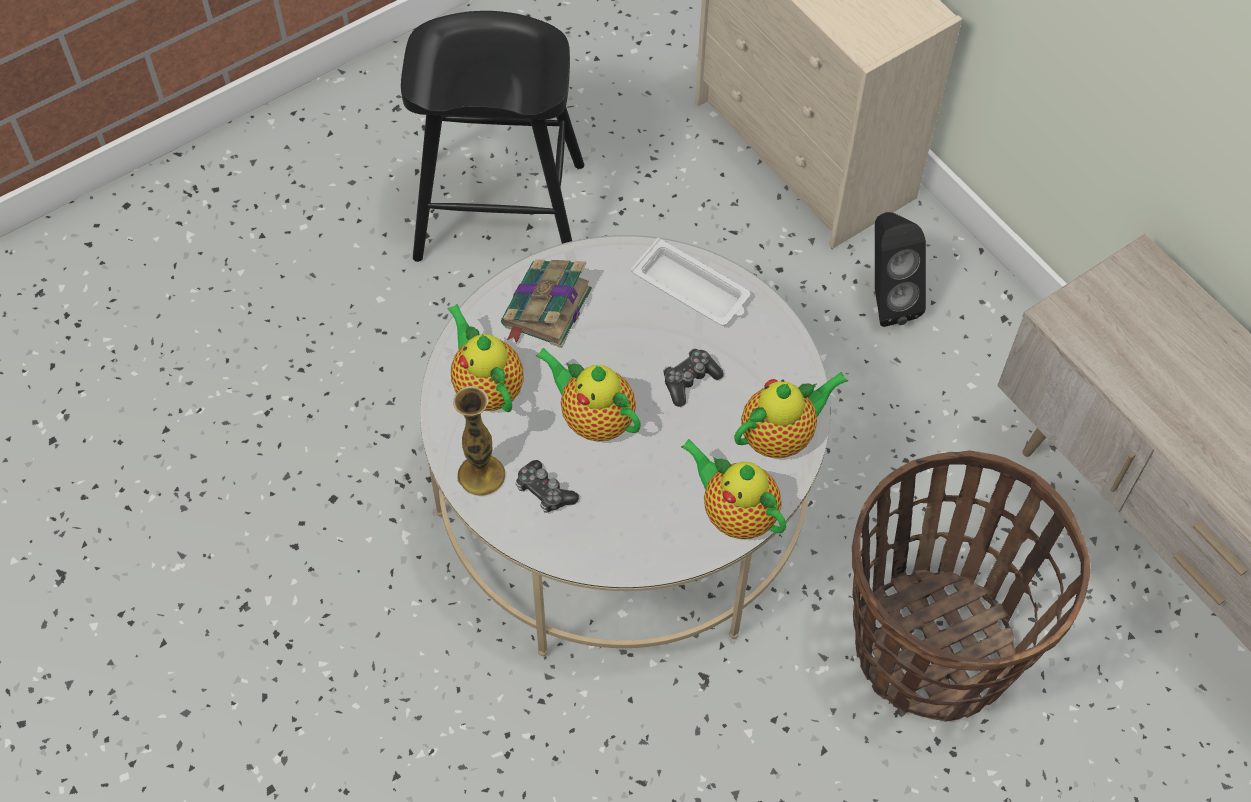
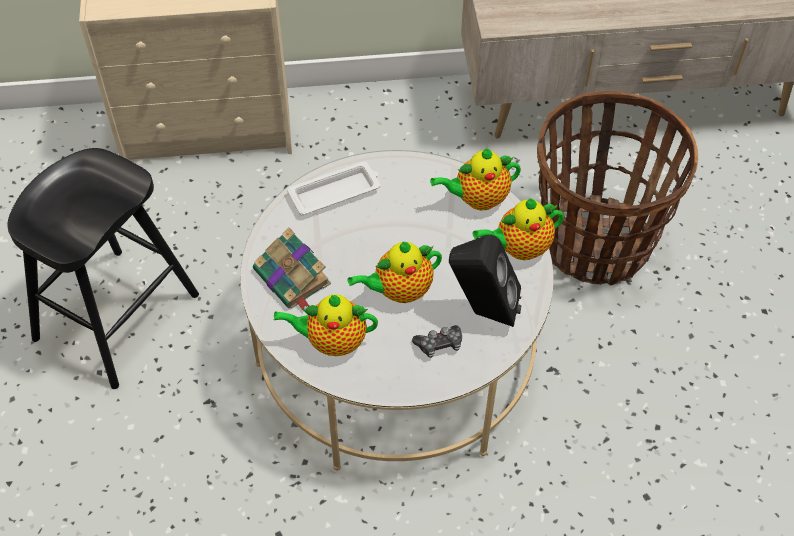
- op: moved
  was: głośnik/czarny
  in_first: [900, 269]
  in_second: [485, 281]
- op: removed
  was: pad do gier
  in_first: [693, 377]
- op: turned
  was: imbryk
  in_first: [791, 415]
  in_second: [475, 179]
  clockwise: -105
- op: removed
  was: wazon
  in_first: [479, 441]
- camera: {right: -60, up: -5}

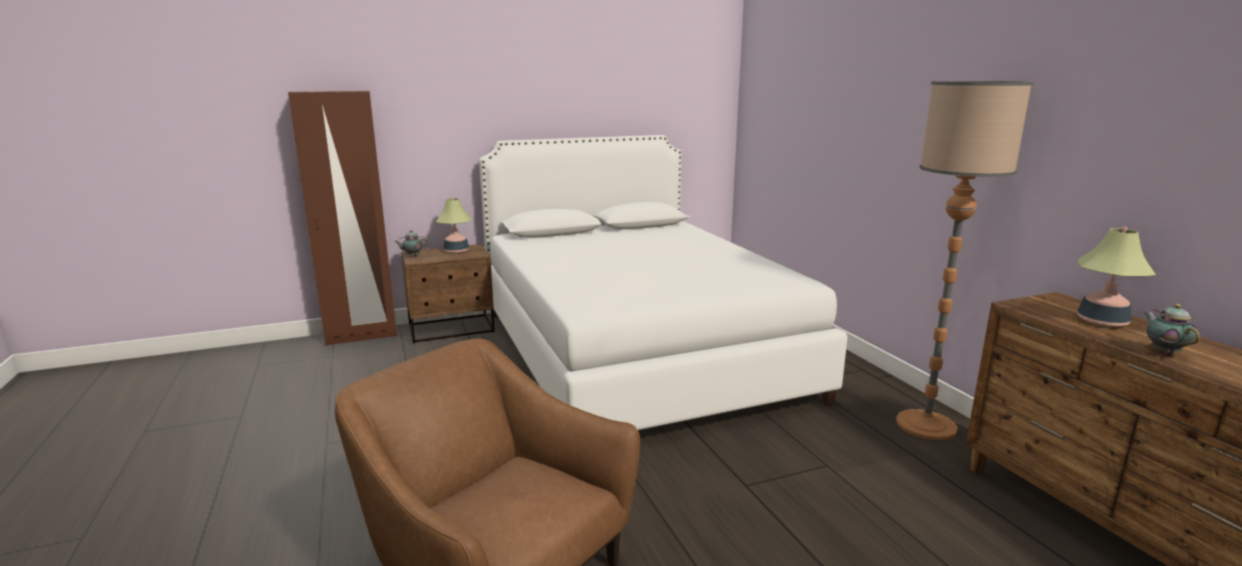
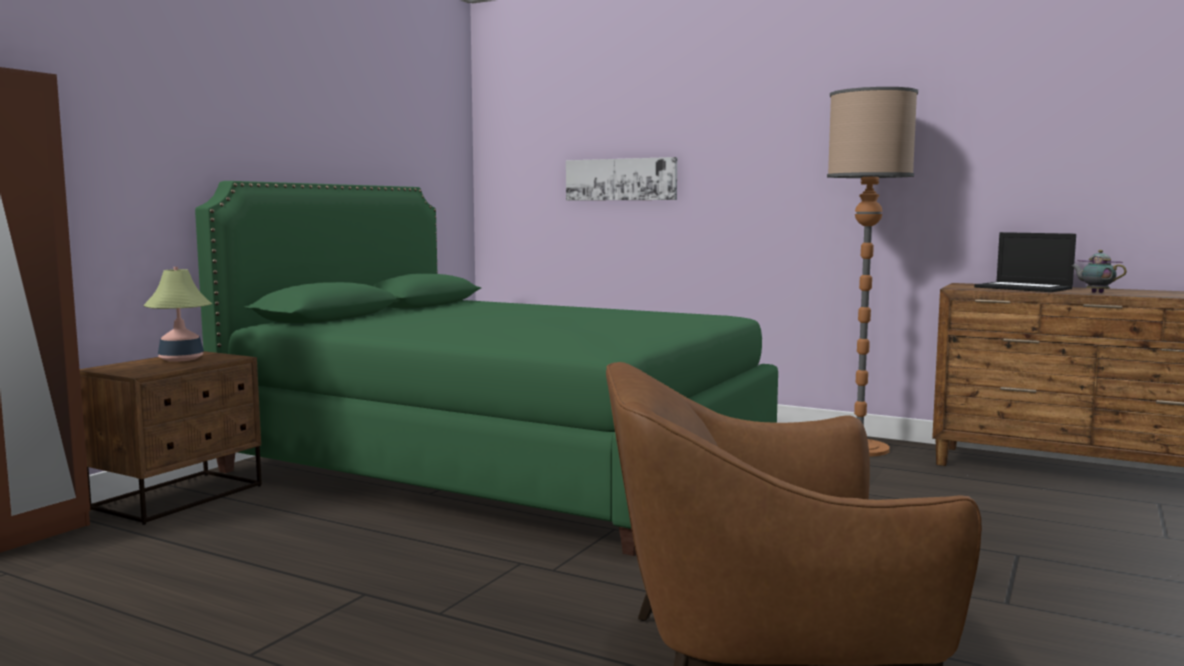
- op: recoloured
  was: łóżko/biały
  now: łóżko/zielony
  in_first: [663, 282]
  in_second: [486, 368]
- op: replaced
  was: lampa stołowa
  now: laptop
  in_first: [1116, 277]
  in_second: [1025, 262]
- op: removed
  was: imbryk
  in_first: [411, 243]
- op: added
  now: obraz
  in_second: [621, 179]
- camera: {right: -40, up: -10}

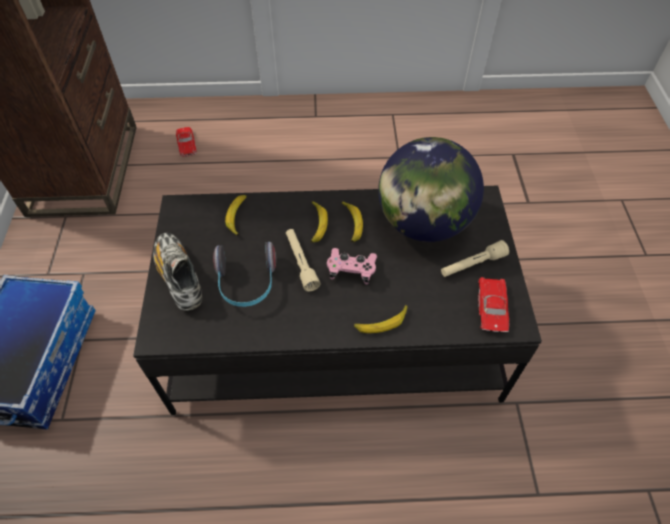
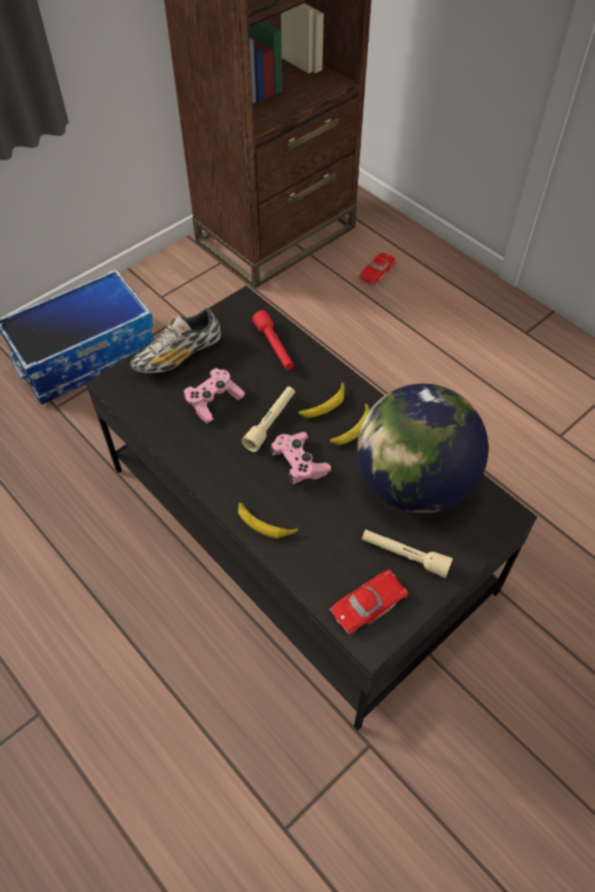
- op: replaced
  was: banan
  now: latarka/czerwony
  in_first: [236, 215]
  in_second: [273, 340]
- op: turned
  was: but
  in_first: [177, 272]
  in_second: [175, 341]
  clockwise: -150
- op: replaced
  was: słuchawki
  now: pad do gier/różowy
  in_first: [244, 274]
  in_second: [214, 396]
- camera: {right: 50, up: 0}

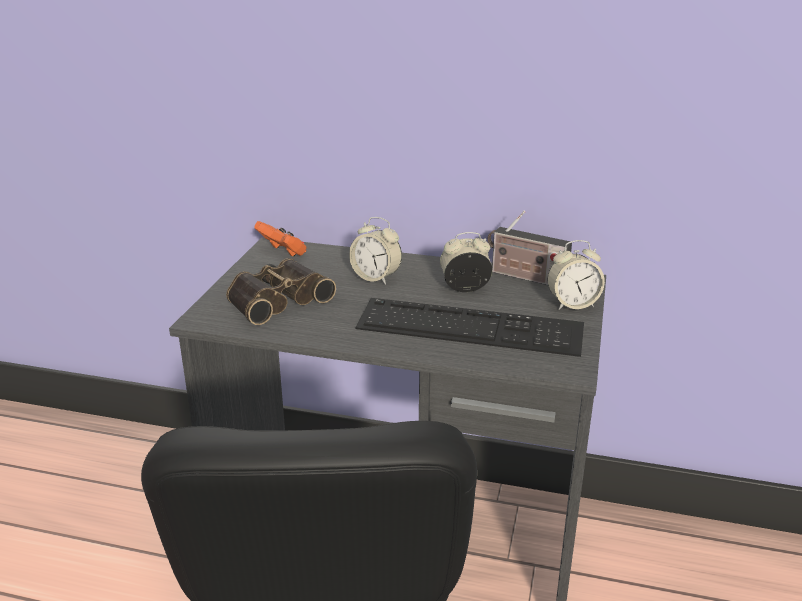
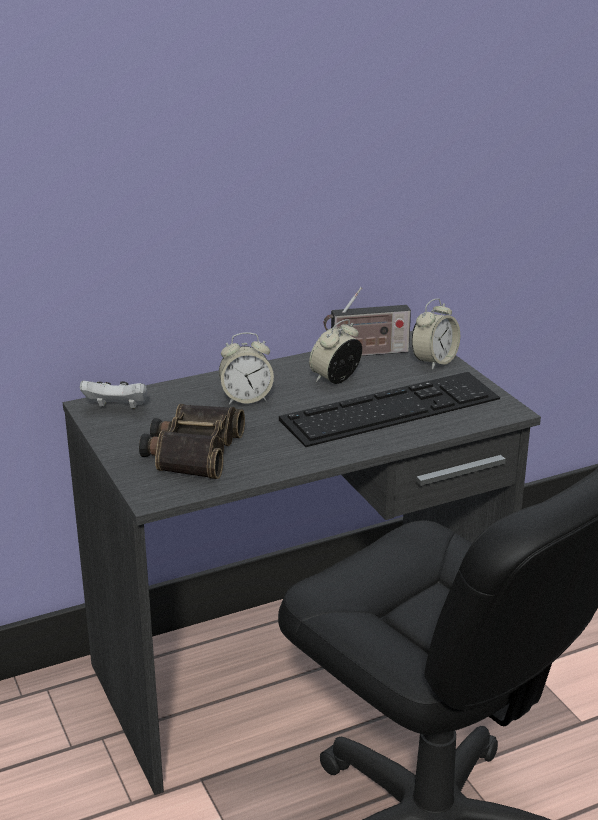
- op: recoloured
  was: pad do gier/pomarańczowy
  now: pad do gier/biały
  in_first: [281, 239]
  in_second: [113, 394]
- camera: {right: -40, up: 0}

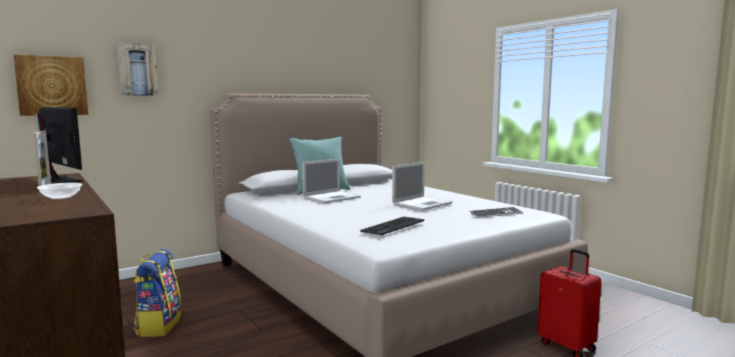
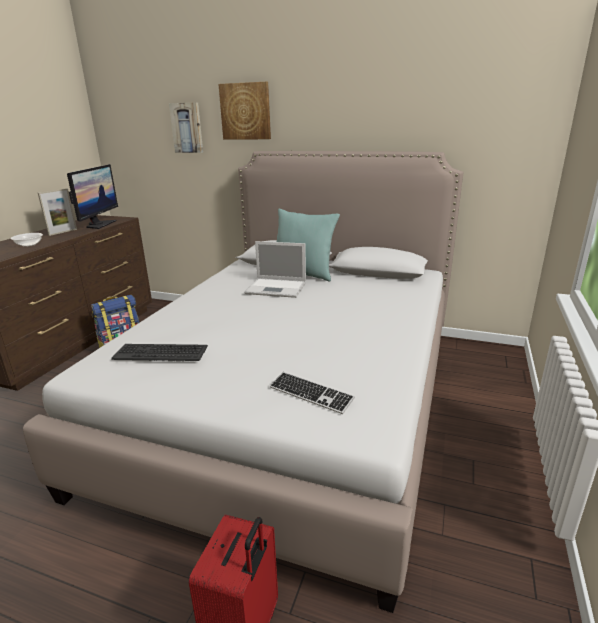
- op: moved
  was: obraz
  in_first: [50, 85]
  in_second: [244, 111]
- op: removed
  was: laptop
  in_first: [422, 186]
- camera: {right: 55, up: 15}

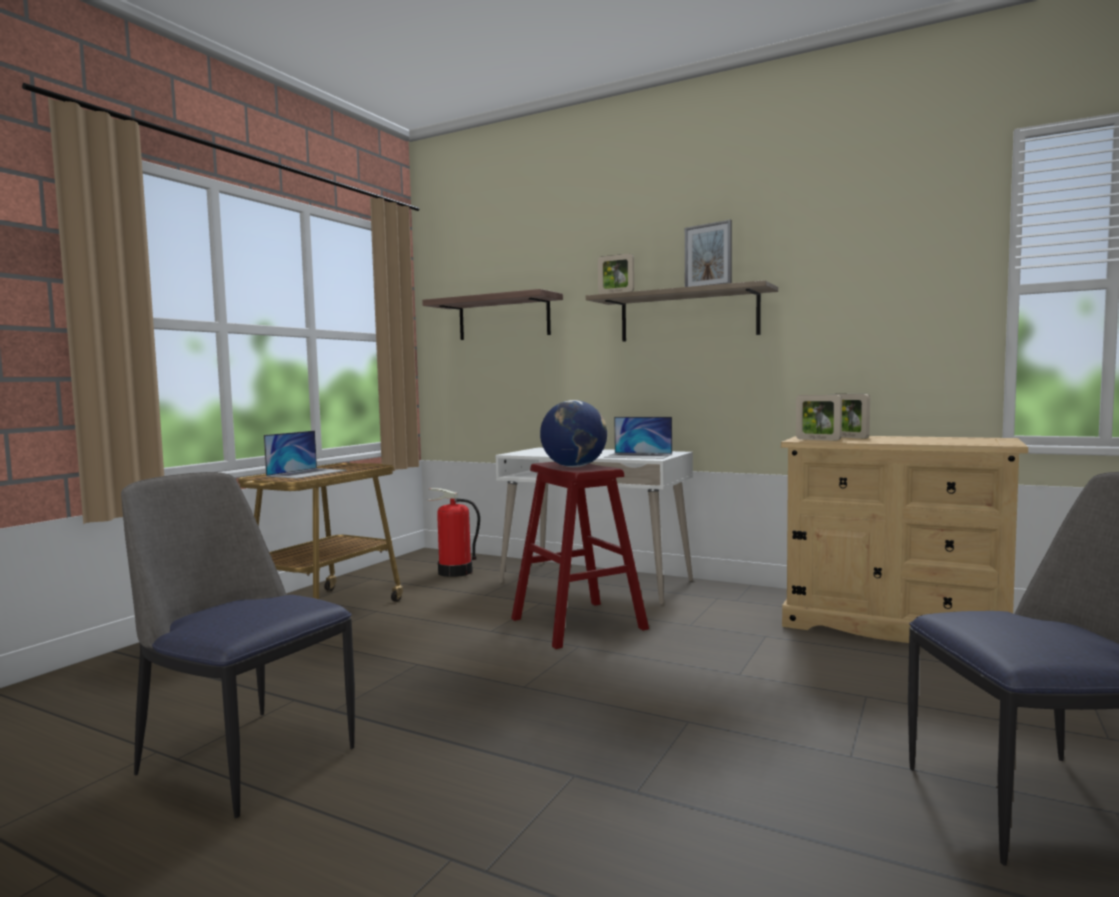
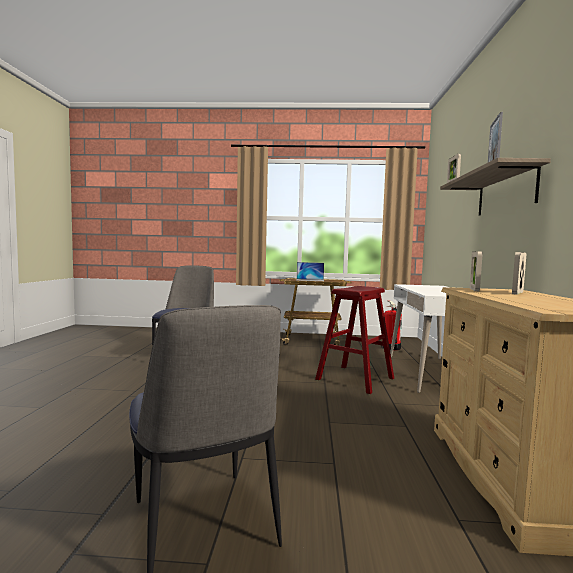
- op: removed
  was: półka
  in_first: [492, 314]
- op: removed
  was: globus
  in_first: [573, 433]
- op: removed
  was: laptop
  in_first: [638, 438]
- camera: {right: 65, up: 0}

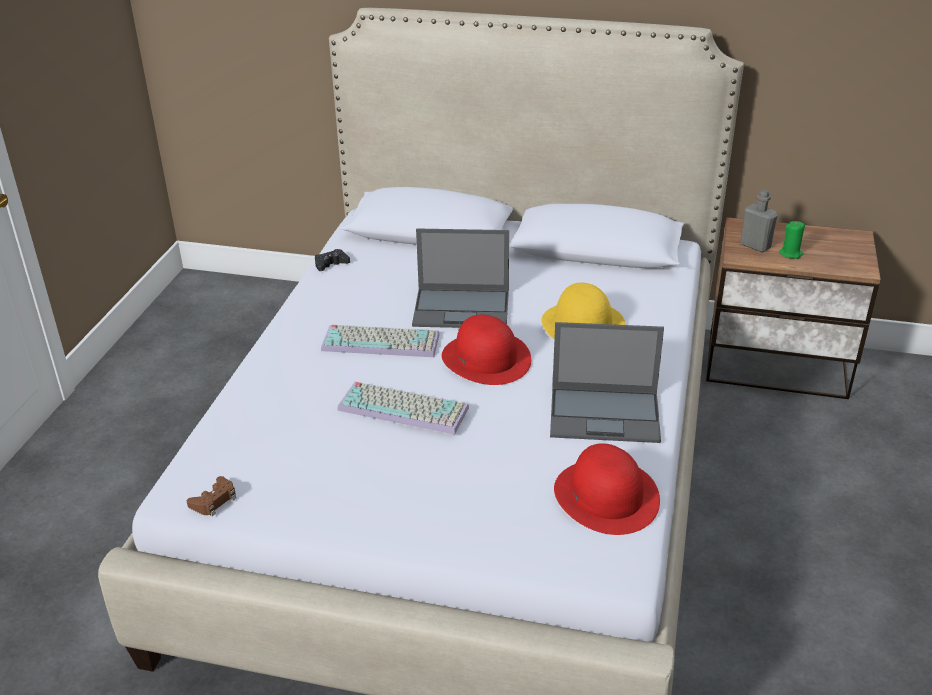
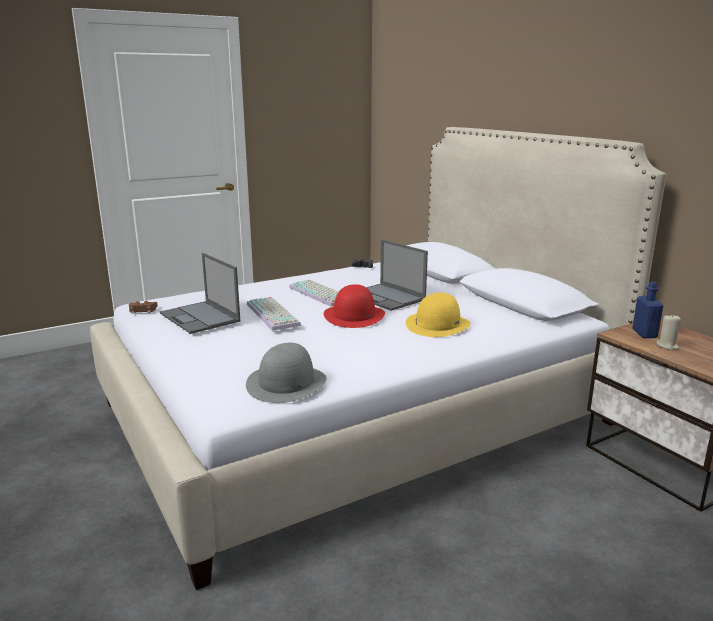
- op: recoloured
  was: butelka/szary
  now: butelka/niebieski
  in_first: [759, 221]
  in_second: [648, 310]
- op: recoloured
  was: świeca/zielony
  now: świeca/beżowy
  in_first: [792, 240]
  in_second: [669, 332]
- op: moved
  was: laptop
  in_first: [607, 382]
  in_second: [200, 293]
- op: recoloured
  was: kapelusz/czerwony
  now: kapelusz/szary
  in_first: [607, 489]
  in_second: [286, 373]
- camera: {right: 45, up: -15}

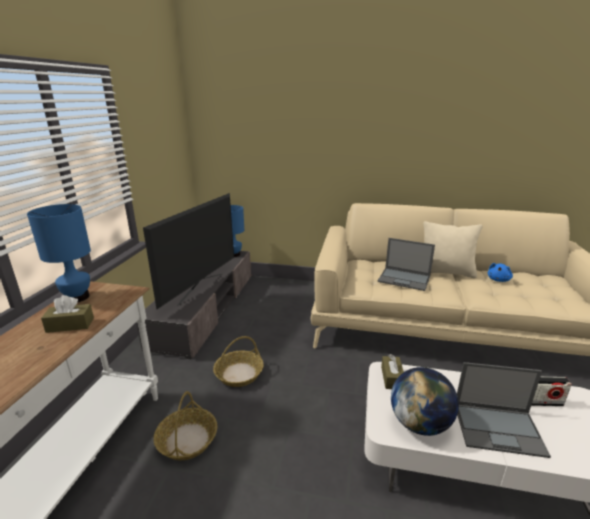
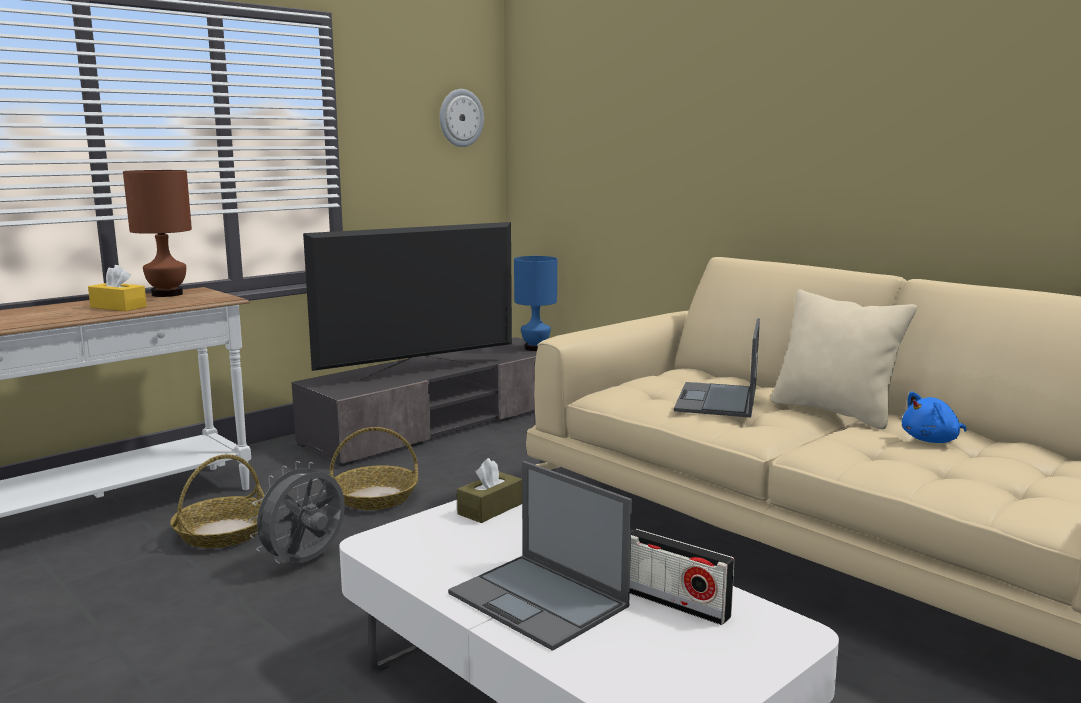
- op: recoloured
  was: lampa stołowa/niebieski
  now: lampa stołowa/brązowy
  in_first: [59, 253]
  in_second: [157, 233]
- op: turned
  was: laptop
  in_first: [406, 264]
  in_second: [717, 368]
  clockwise: 45
- op: recoloured
  was: pudełko chusteczek/brązowy
  now: pudełko chusteczek/żółty
  in_first: [67, 314]
  in_second: [117, 288]
- op: removed
  was: globus
  in_first: [425, 401]
- op: added
  now: zegar ścienny
  in_second: [462, 118]
- op: added
  now: wentylator/szary
  in_second: [297, 512]
- camera: {right: 35, up: -10}

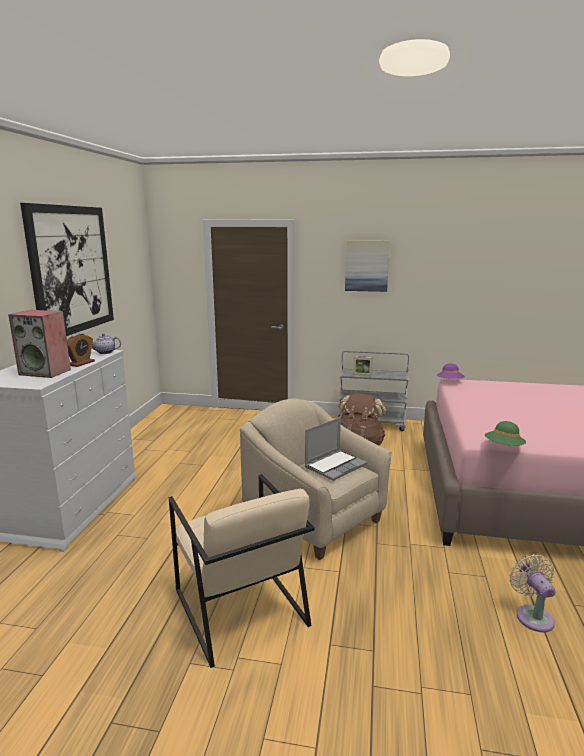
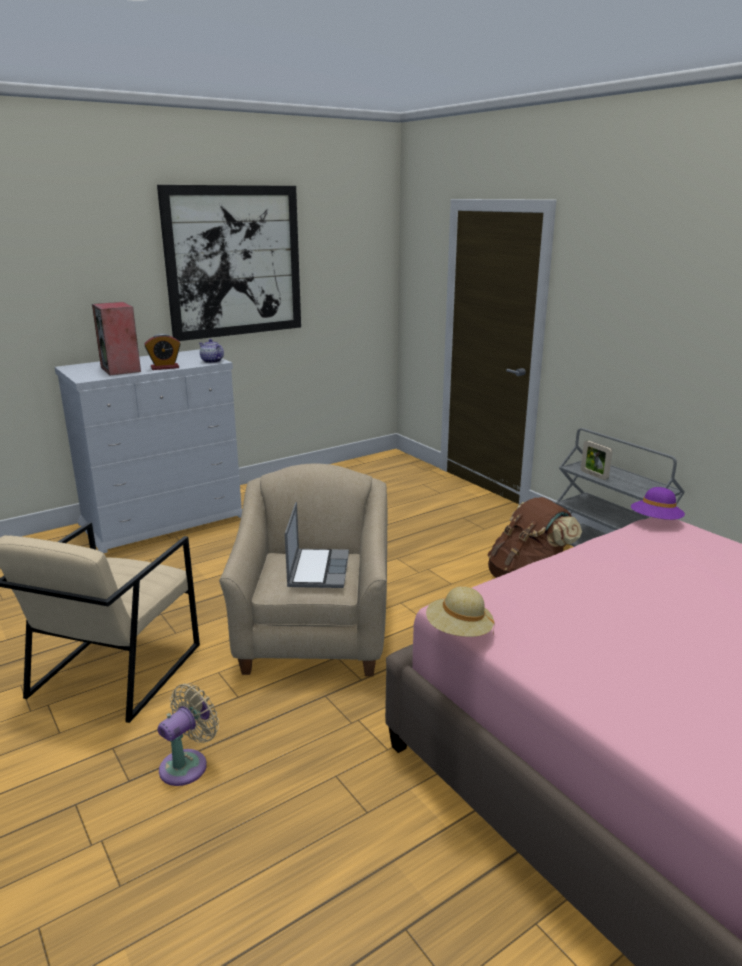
- op: removed
  was: obraz
  in_first: [367, 266]
- op: turned
  was: laptop
  in_first: [336, 449]
  in_second: [317, 545]
  clockwise: -90
- op: recoloured
  was: kapelusz/zielony
  now: kapelusz/beżowy
  in_first: [505, 433]
  in_second: [460, 611]
- op: moved
  was: wentylator/beżowy
  in_first: [532, 593]
  in_second: [188, 734]
- camera: {right: 45, up: 5}

